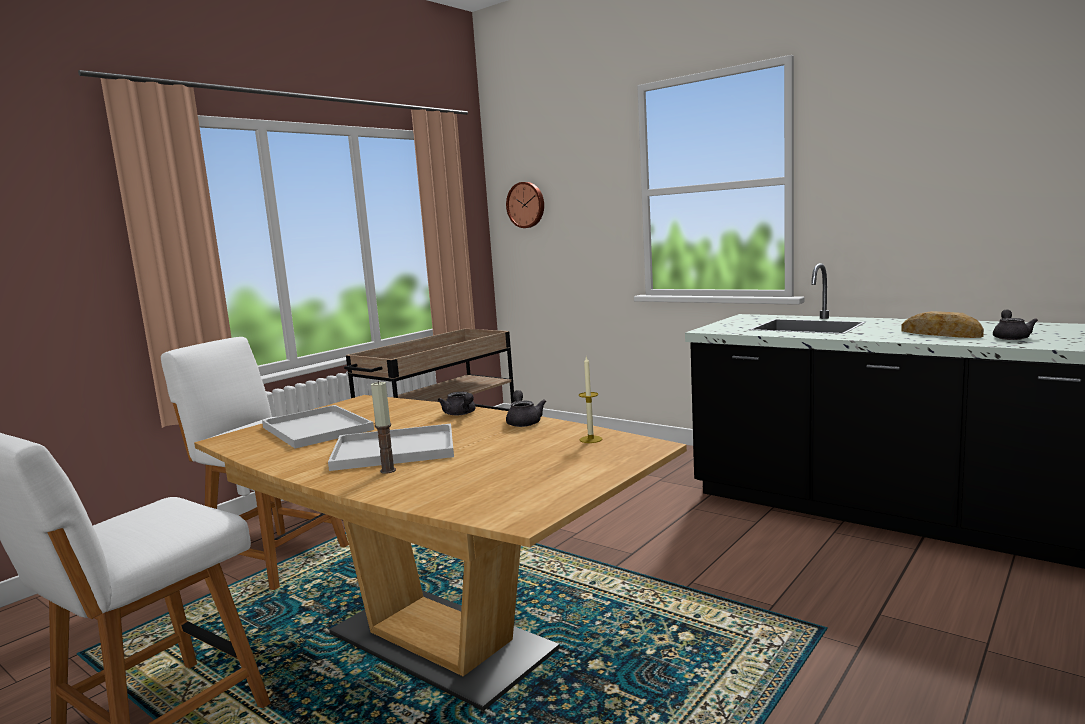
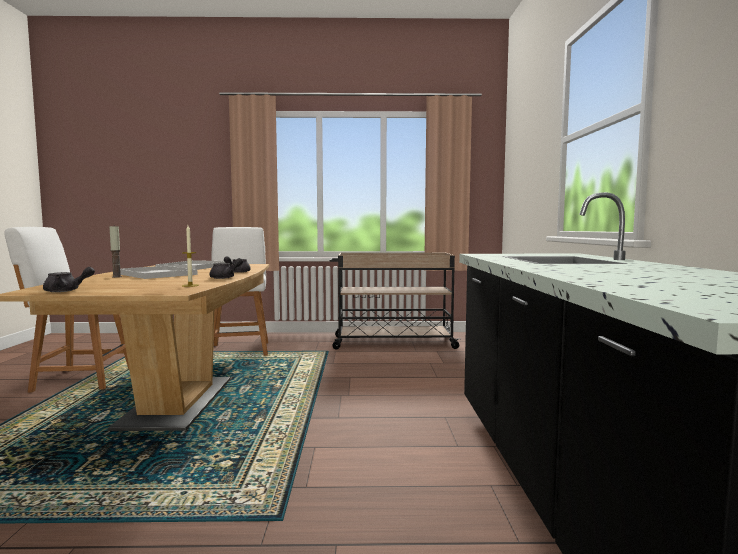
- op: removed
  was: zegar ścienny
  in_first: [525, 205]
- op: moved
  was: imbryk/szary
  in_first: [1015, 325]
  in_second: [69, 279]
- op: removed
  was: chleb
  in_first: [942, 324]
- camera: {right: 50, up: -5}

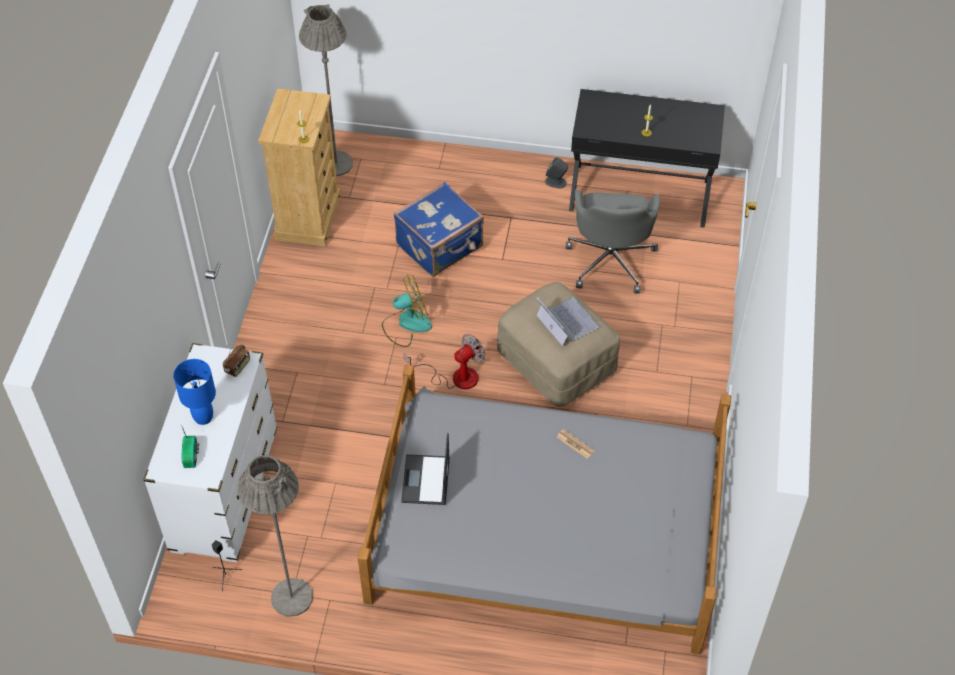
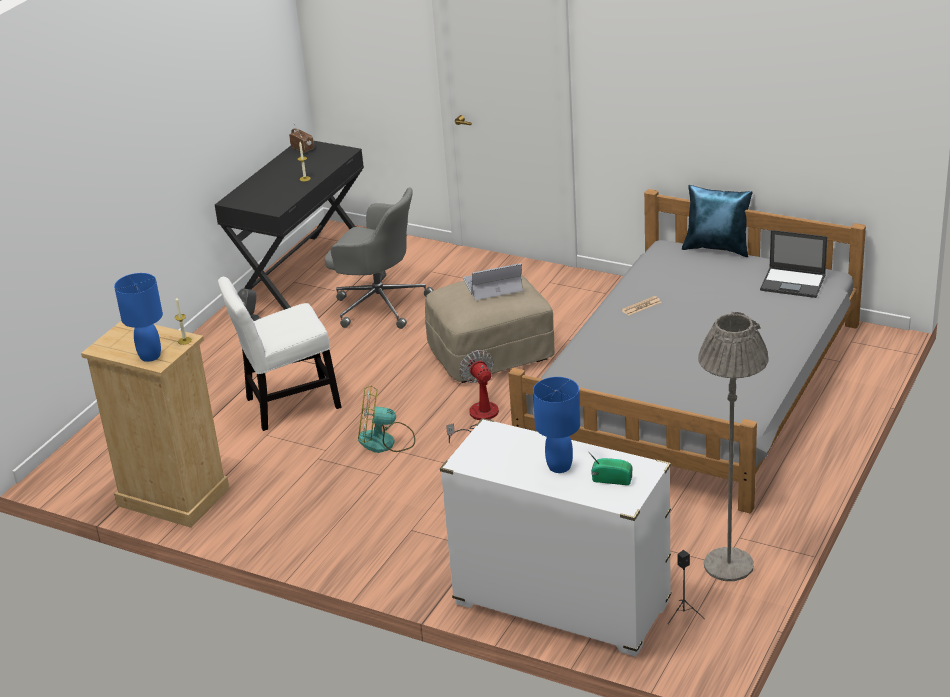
- op: removed
  was: lampa stojąca/szary
  in_first: [326, 90]
- op: replaced
  was: walizka/niebieski
  now: krzesło/biały
  in_first: [438, 229]
  in_second: [280, 354]
- op: turned
  was: wentylator
  in_first: [407, 310]
  in_second: [387, 419]
  clockwise: -90
- op: moved
  was: radio
  in_first: [236, 359]
  in_second: [301, 138]
- op: moved
  was: laptop
  in_first: [425, 469]
  in_second: [793, 264]
- op: added
  now: poduszka/niebieski
  in_second: [717, 221]
- op: added
  now: lampa stołowa/niebieski
  in_second: [138, 317]
- camera: {right: -70, up: -20}

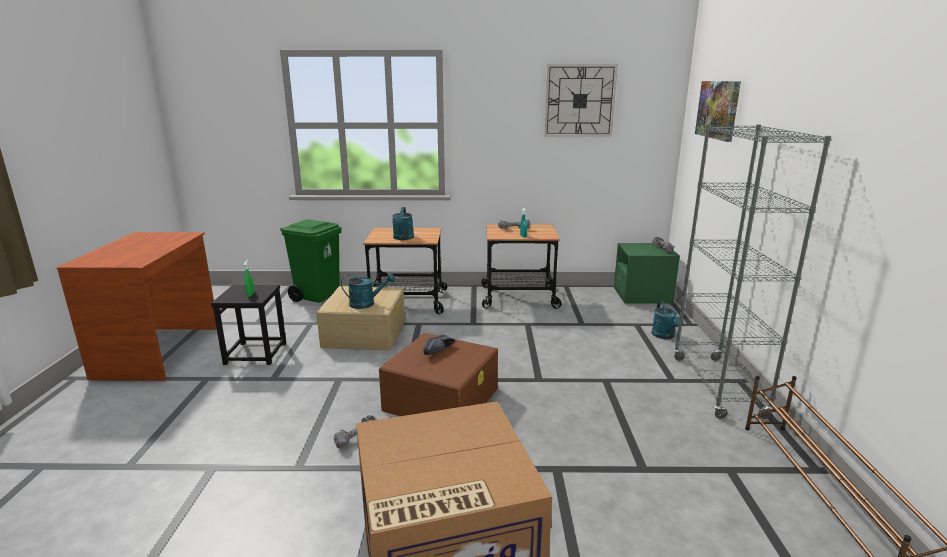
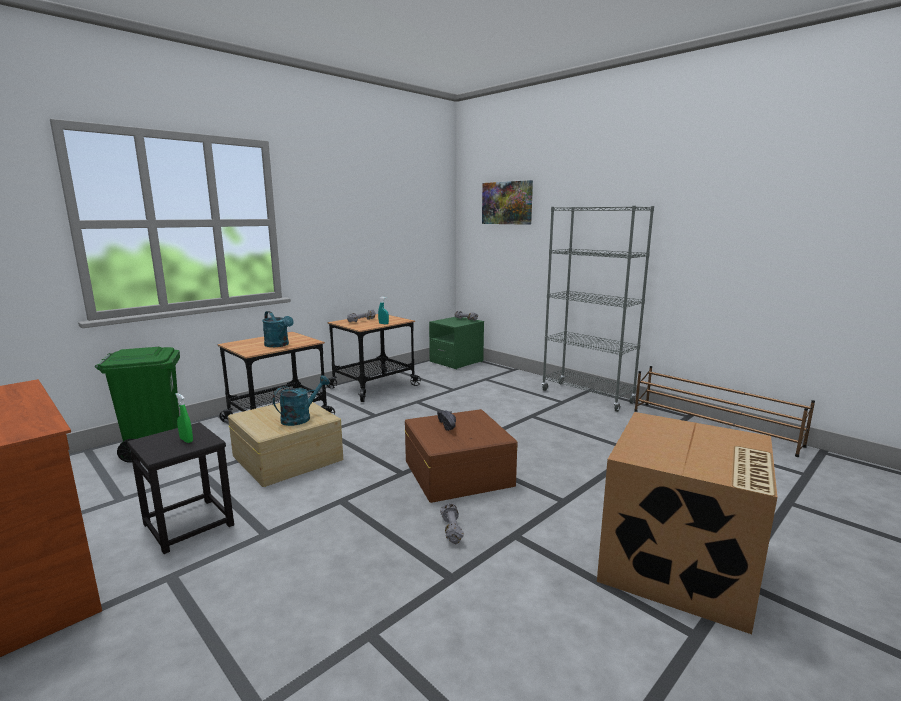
- op: removed
  was: zegar ścienny
  in_first: [581, 100]
- op: removed
  was: konewka/turkusowy
  in_first: [668, 320]
- camera: {right: -45, up: -5}

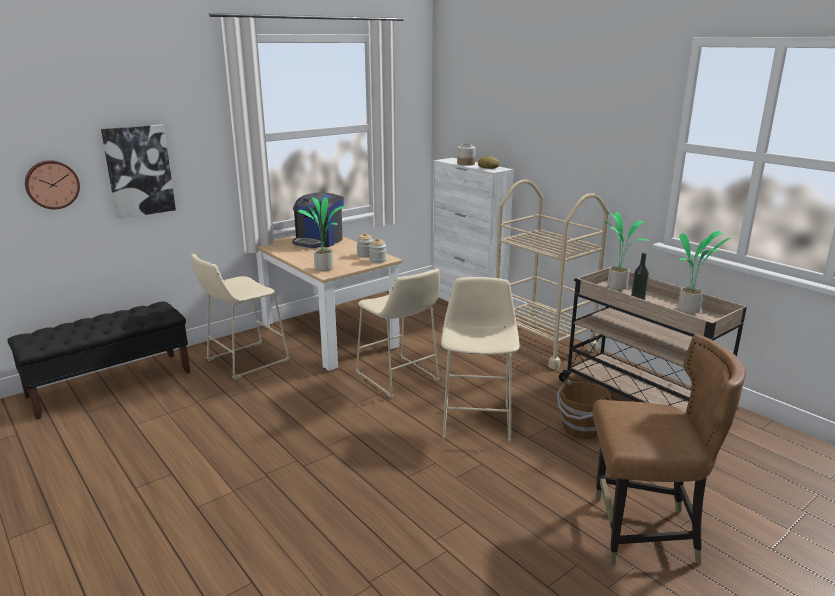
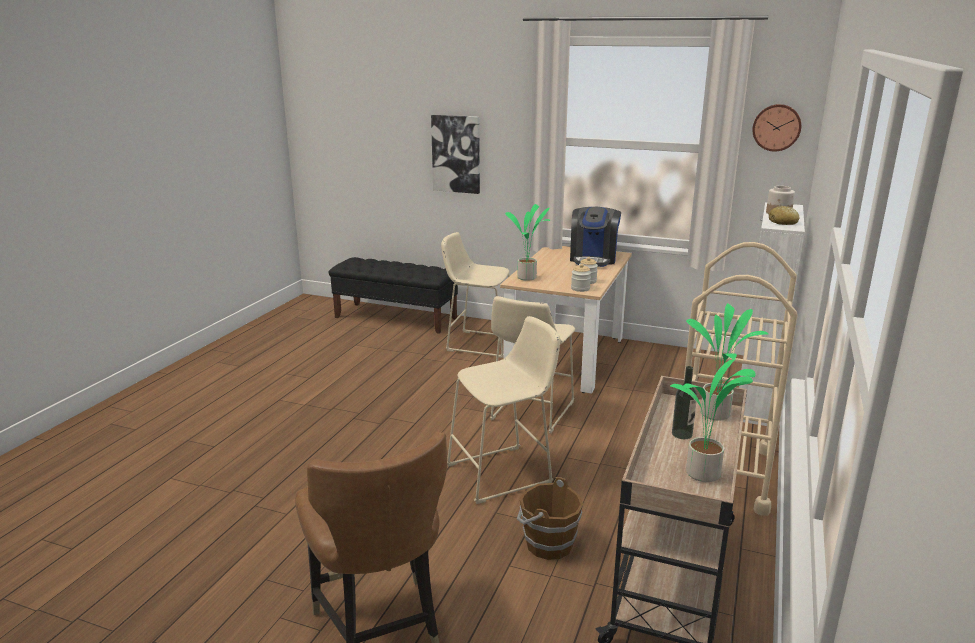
- op: moved
  was: zegar ścienny
  in_first: [52, 184]
  in_second: [776, 128]
- op: turned
  was: ekspres do kawy
  in_first: [318, 220]
  in_second: [595, 237]
  clockwise: -75
- camera: {right: 60, up: 0}

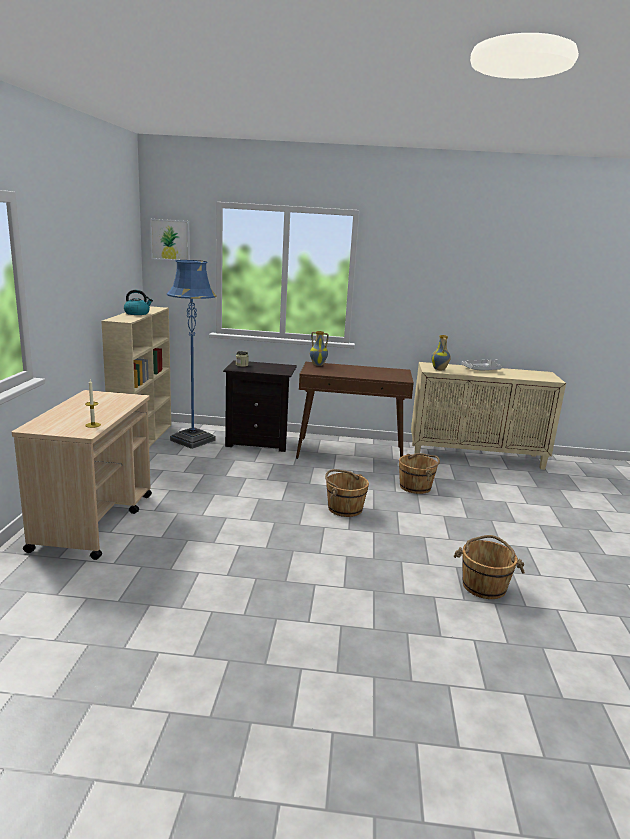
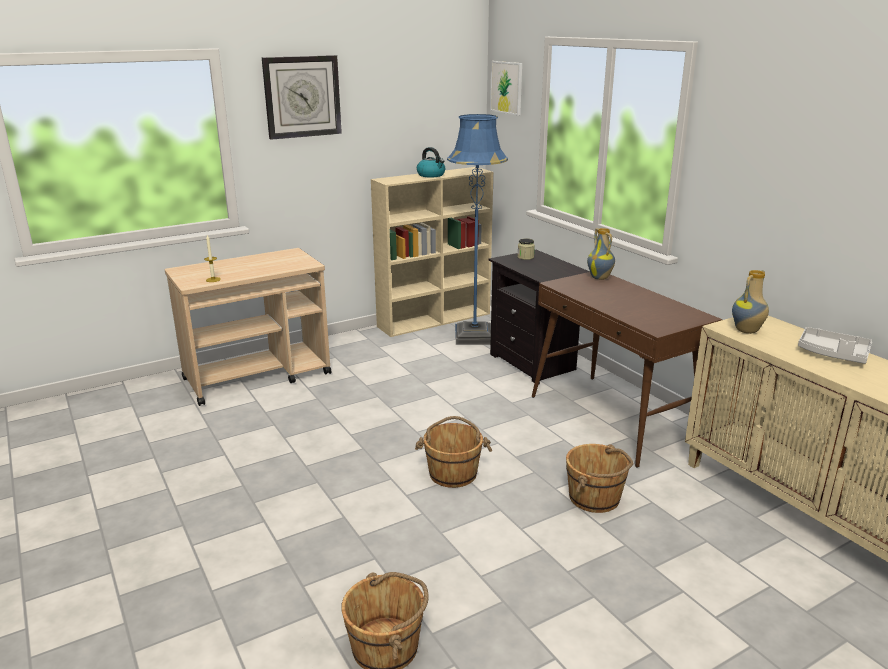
- op: added
  now: zegar ścienny
  in_second: [302, 97]
- camera: {right: 55, up: 5}

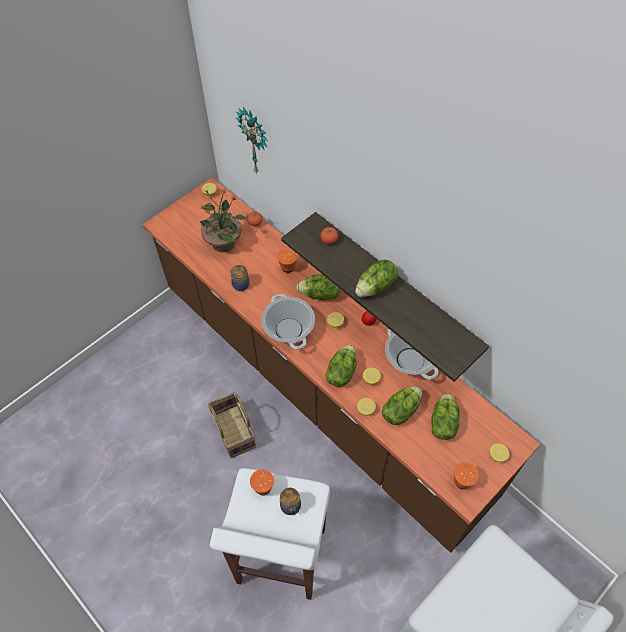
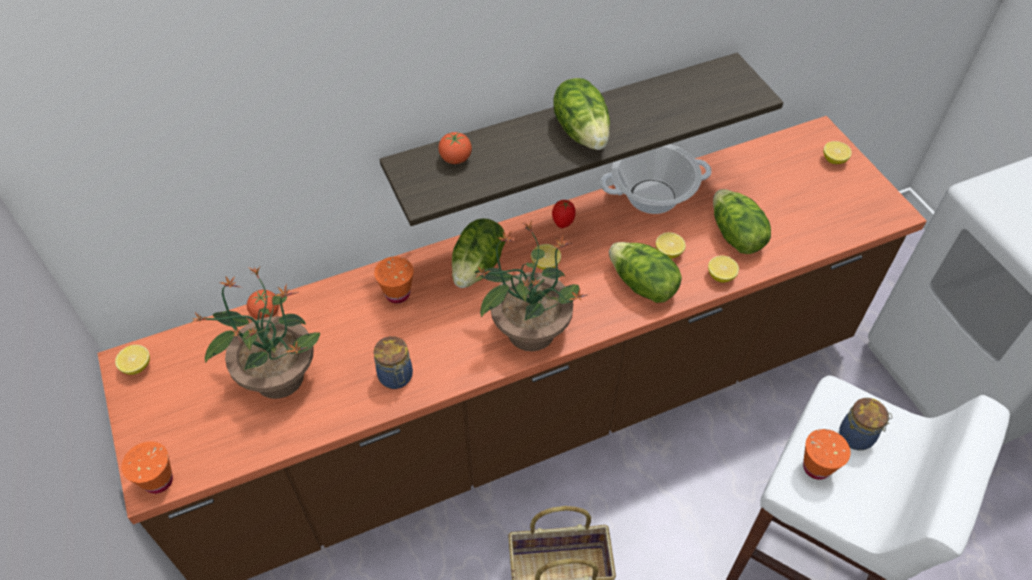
- op: removed
  was: zegar ścienny
  in_first: [252, 140]
- op: replaced
  was: garnek
  now: roślina doniczkowa
  in_first: [288, 322]
  in_second: [531, 285]
- op: removed
  was: sałata
  in_first: [445, 416]
- op: moved
  was: filiżanka/pomarańczowy
  in_first: [466, 475]
  in_second: [147, 467]
- camera: {right: -70, up: -5}

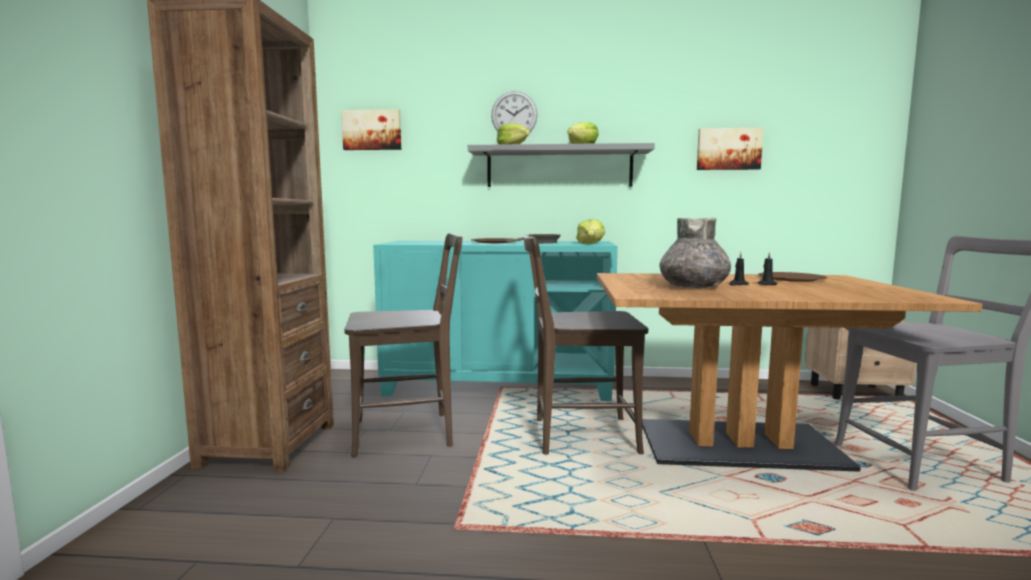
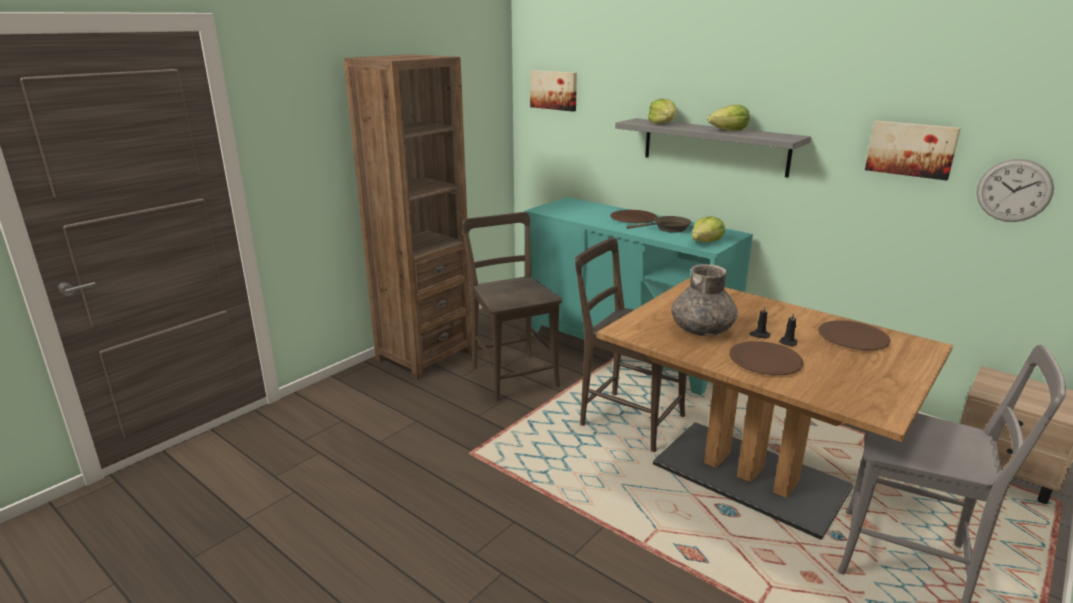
- op: moved
  was: zegar ścienny
  in_first: [514, 111]
  in_second: [1015, 190]
- op: turned
  was: krzesło/brązowy
  in_first: [403, 345]
  in_second: [512, 306]
  clockwise: -135
- op: added
  now: talerz/brązowy
  in_second: [766, 358]
- camera: {right: 35, up: 15}

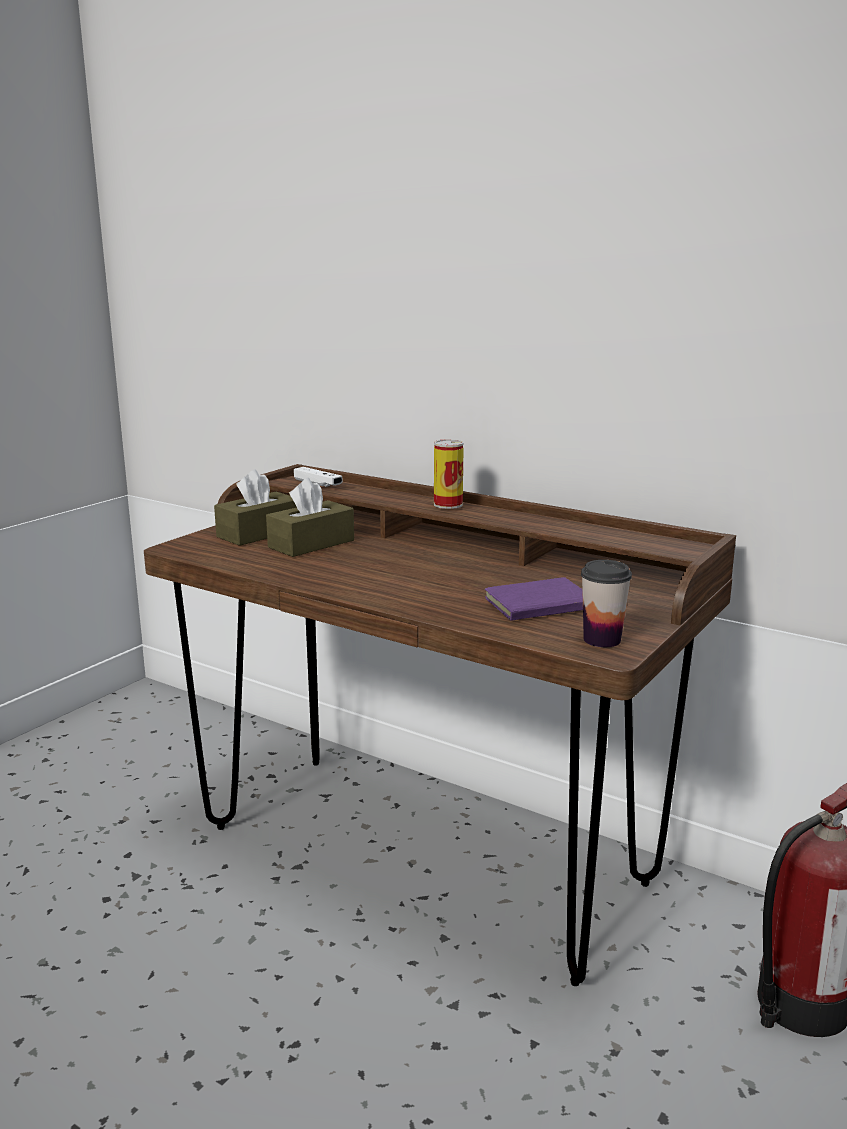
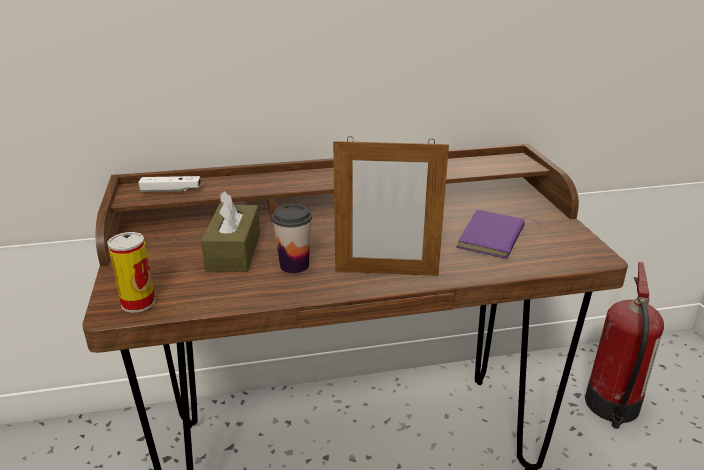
- op: moved
  was: puszka
  in_first: [449, 474]
  in_second: [131, 272]
- op: removed
  was: pudełko chusteczek/brązowy
  in_first: [255, 507]
- op: moved
  was: filiżanka
  in_first: [606, 603]
  in_second: [292, 238]
- op: added
  now: ramka na zdjęcie
  in_second: [391, 206]
- camera: {right: -45, up: 10}

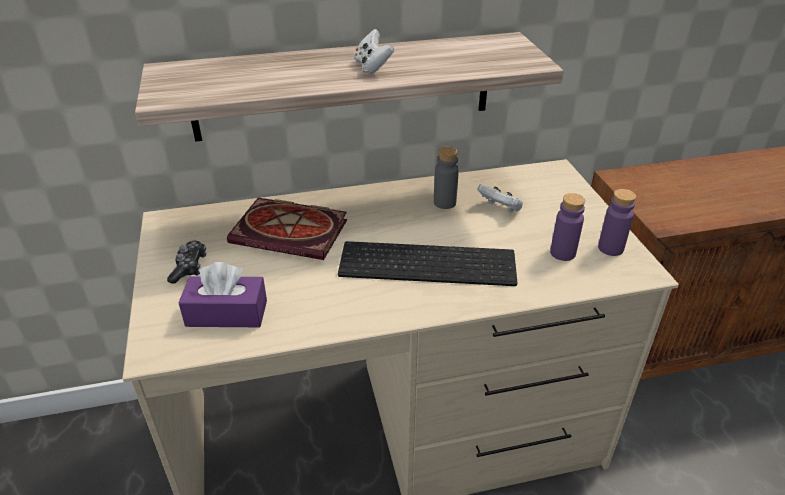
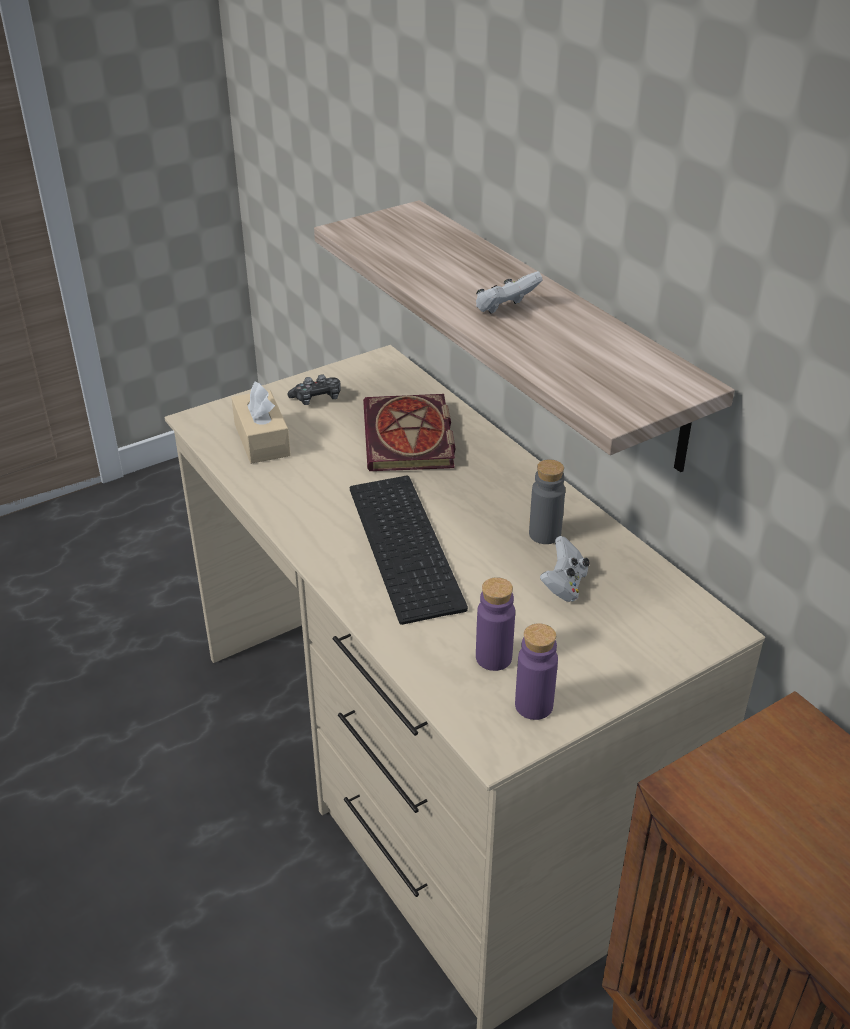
- op: recoloured
  was: pudełko chusteczek/fioletowy
  now: pudełko chusteczek/beżowy
  in_first: [223, 294]
  in_second: [261, 423]
- camera: {right: 70, up: 0}

